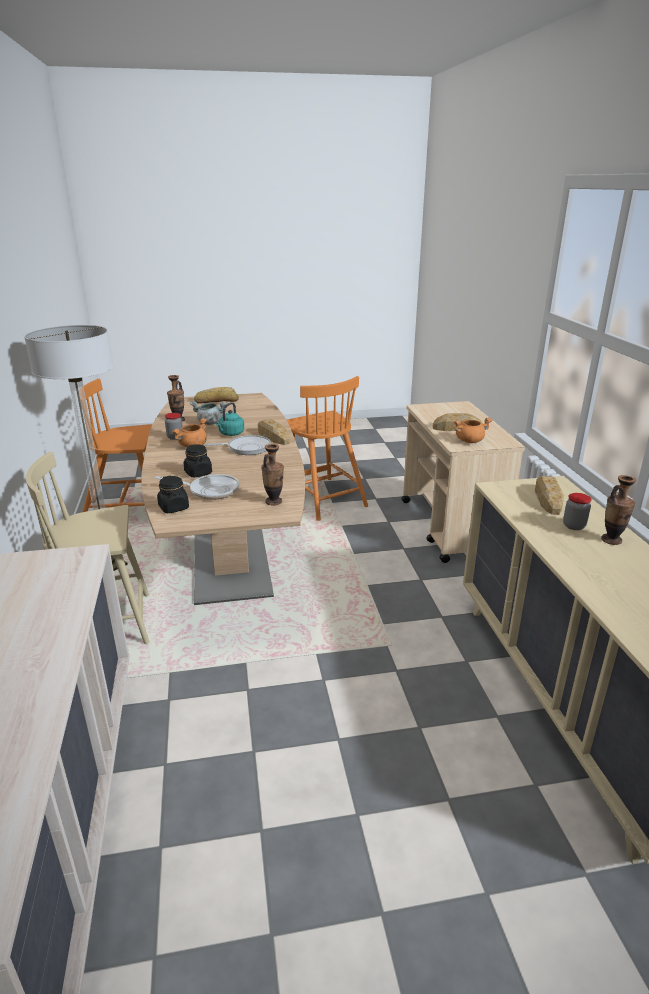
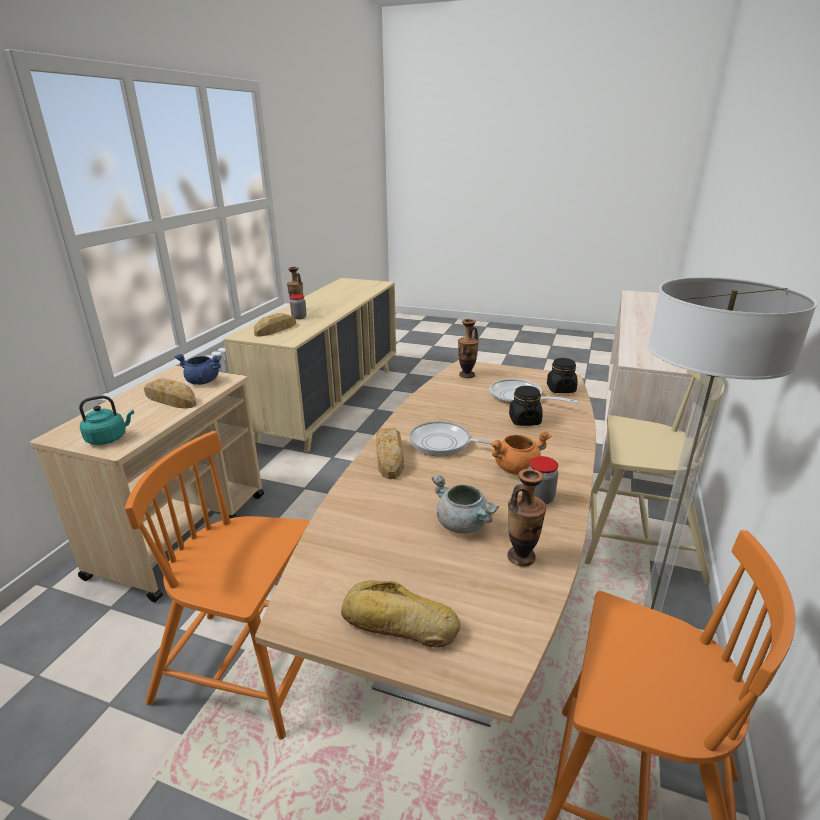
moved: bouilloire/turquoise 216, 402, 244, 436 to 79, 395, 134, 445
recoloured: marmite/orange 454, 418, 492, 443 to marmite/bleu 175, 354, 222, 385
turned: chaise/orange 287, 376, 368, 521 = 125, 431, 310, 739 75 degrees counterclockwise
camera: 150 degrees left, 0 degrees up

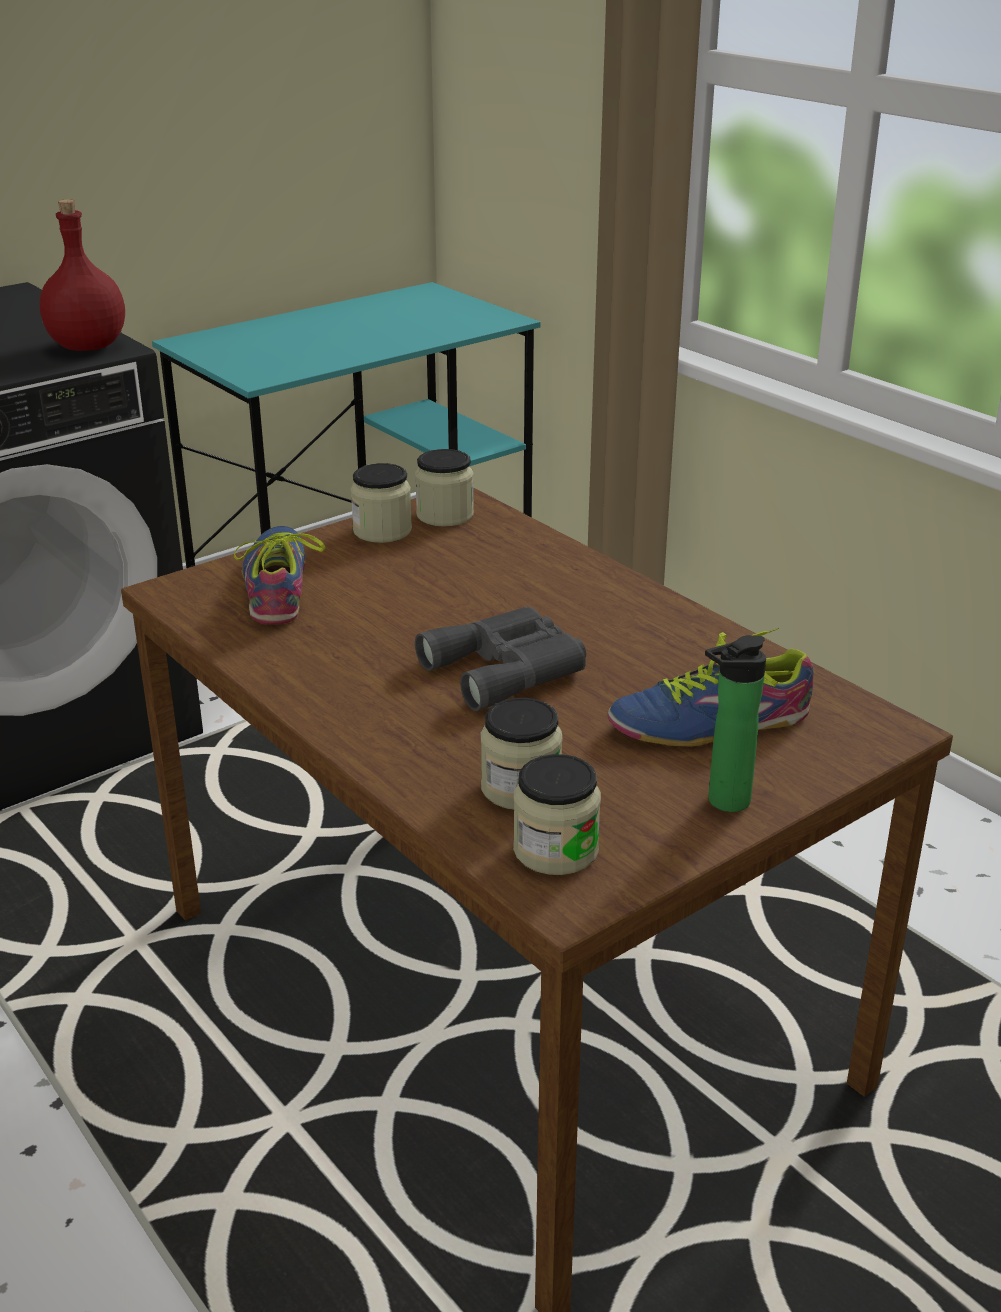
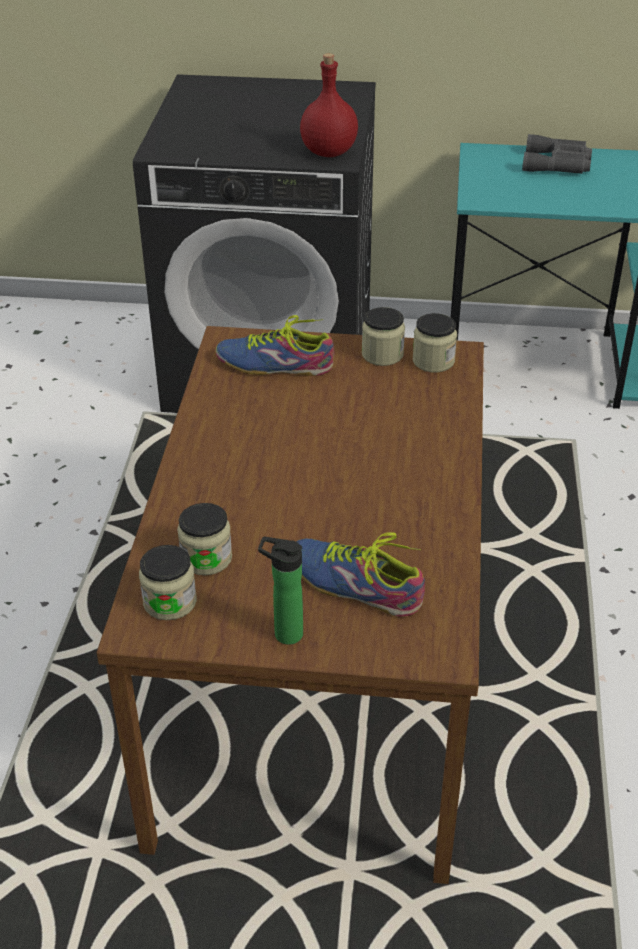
moved: jumelles/gris 415, 607, 586, 711 to 522, 134, 592, 174
turned: chaussure 234, 526, 326, 624 = 216, 315, 334, 376 120 degrees counterclockwise
camera: 45 degrees right, 10 degrees up

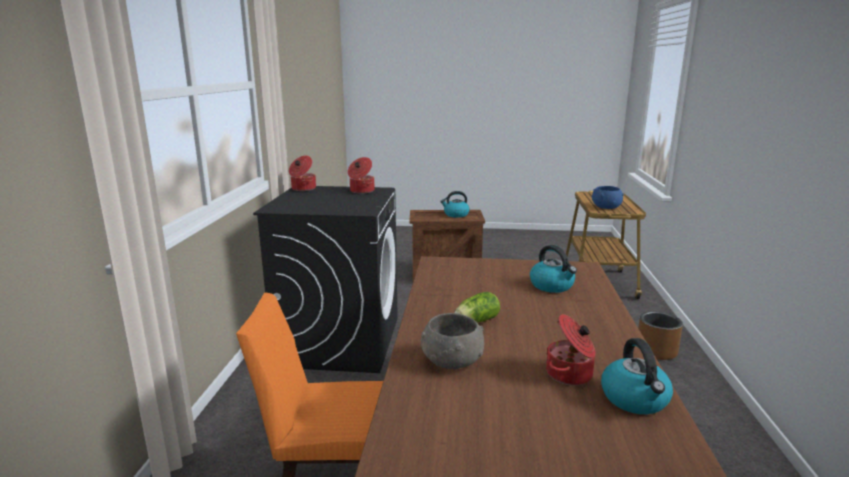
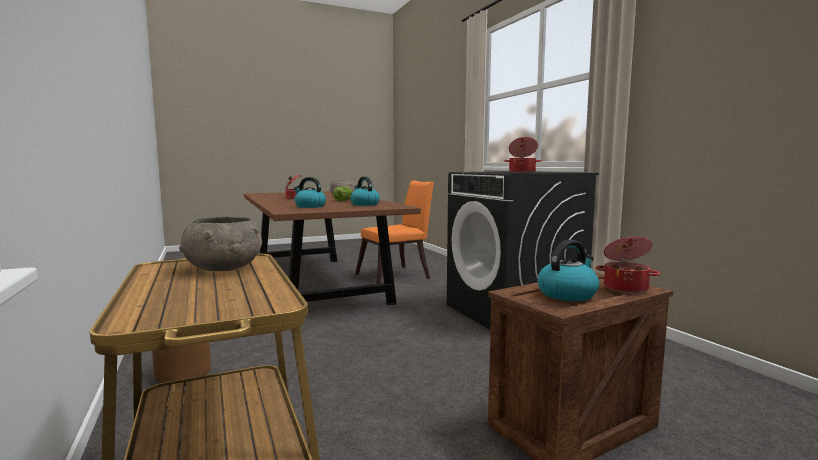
moved: marmite 289, 156, 316, 191 to 595, 236, 660, 294; bouilloire 601, 338, 673, 414 to 350, 176, 380, 206
recoloured: bol/bleu 592, 186, 624, 209 to bol/gris 179, 216, 262, 271
camera: 150 degrees right, 10 degrees down

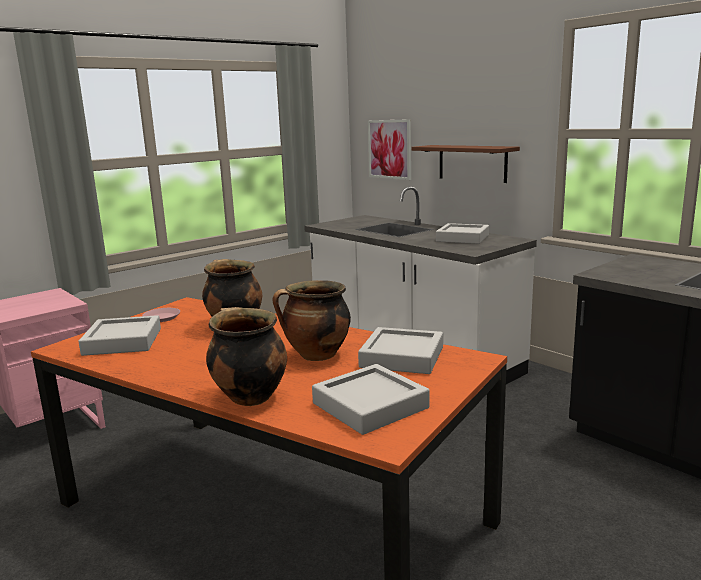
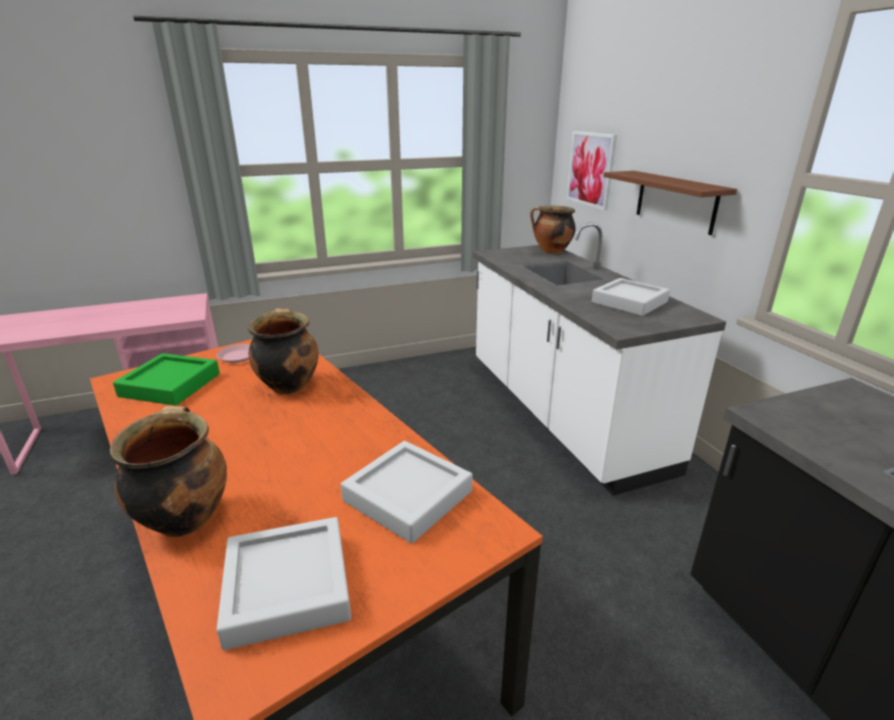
moved: marmite 273, 280, 351, 361 to 530, 206, 576, 254
recoloured: plateau/gris 78, 315, 161, 356 to plateau/vert 113, 353, 220, 406
camera: 20 degrees right, 10 degrees up

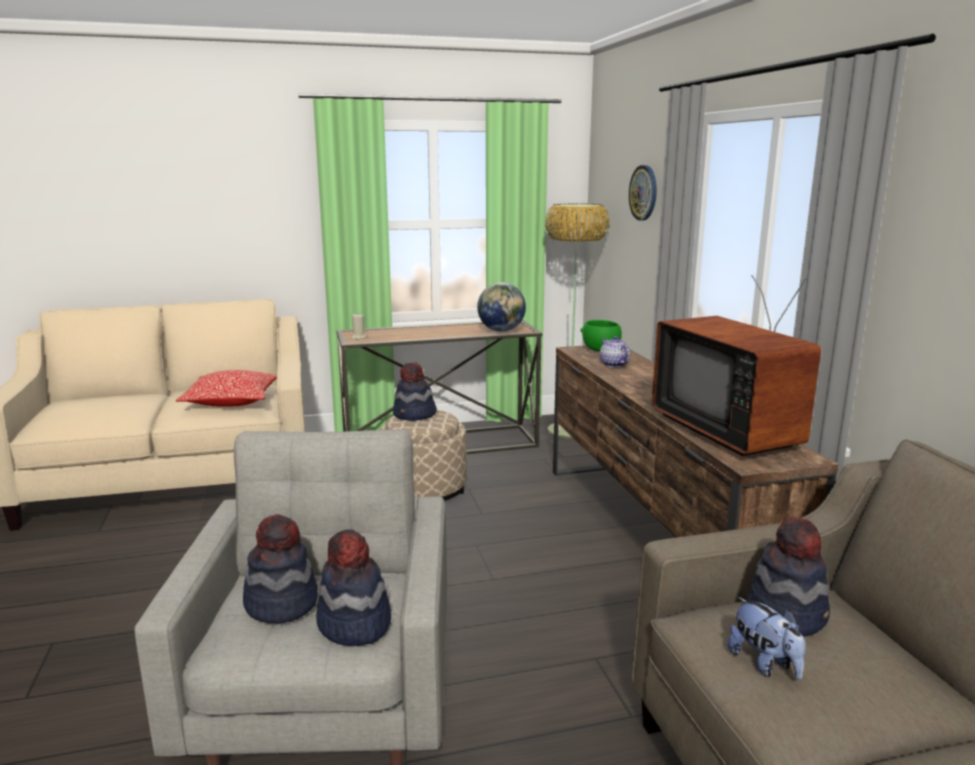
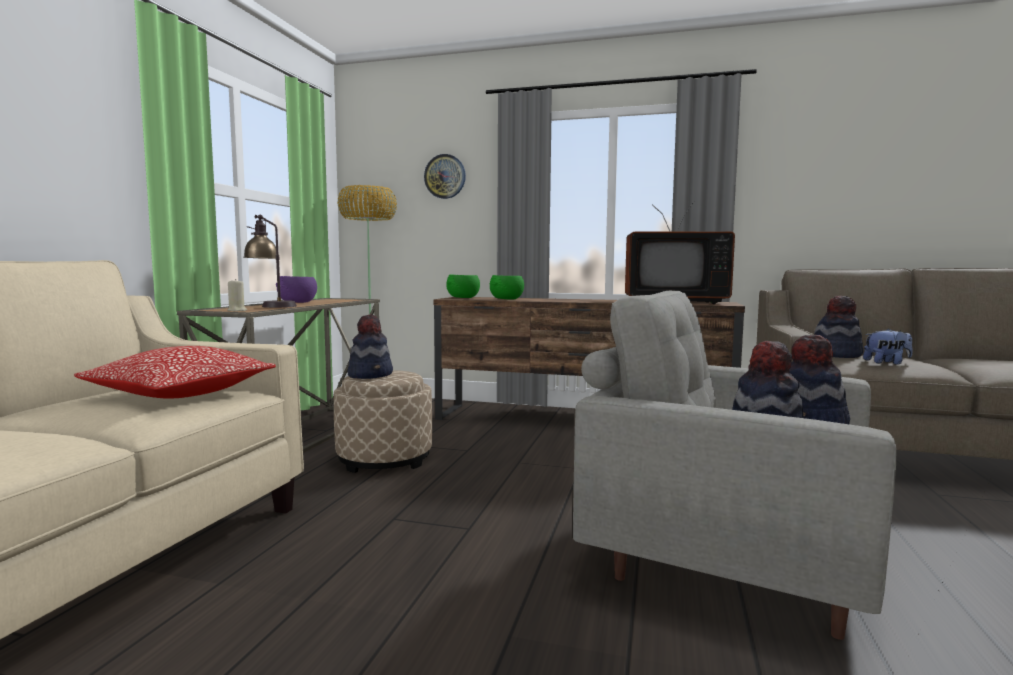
removed: globe 477, 282, 526, 332
added: lampe de table 244, 215, 297, 308; bol/violet 276, 276, 317, 303
replaced: théière 600, 336, 630, 367 to bol/vert 490, 275, 524, 299
camera: 60 degrees left, 10 degrees down

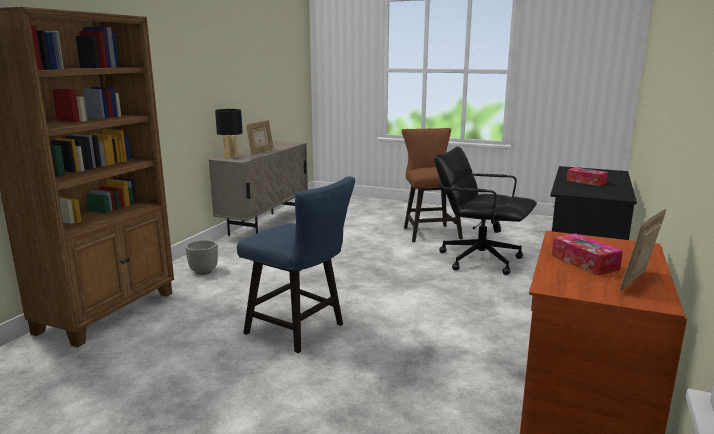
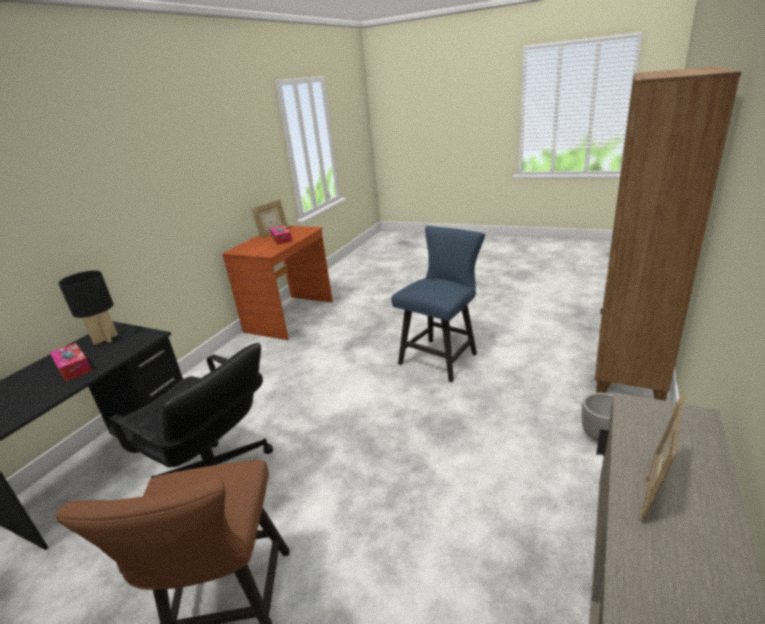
moved: lampe de table/noir 215, 109, 243, 158 to 58, 271, 118, 345
turned: chaise/bleu 237, 176, 355, 353 = 391, 226, 485, 382 90 degrees clockwise
camera: 175 degrees left, 10 degrees up

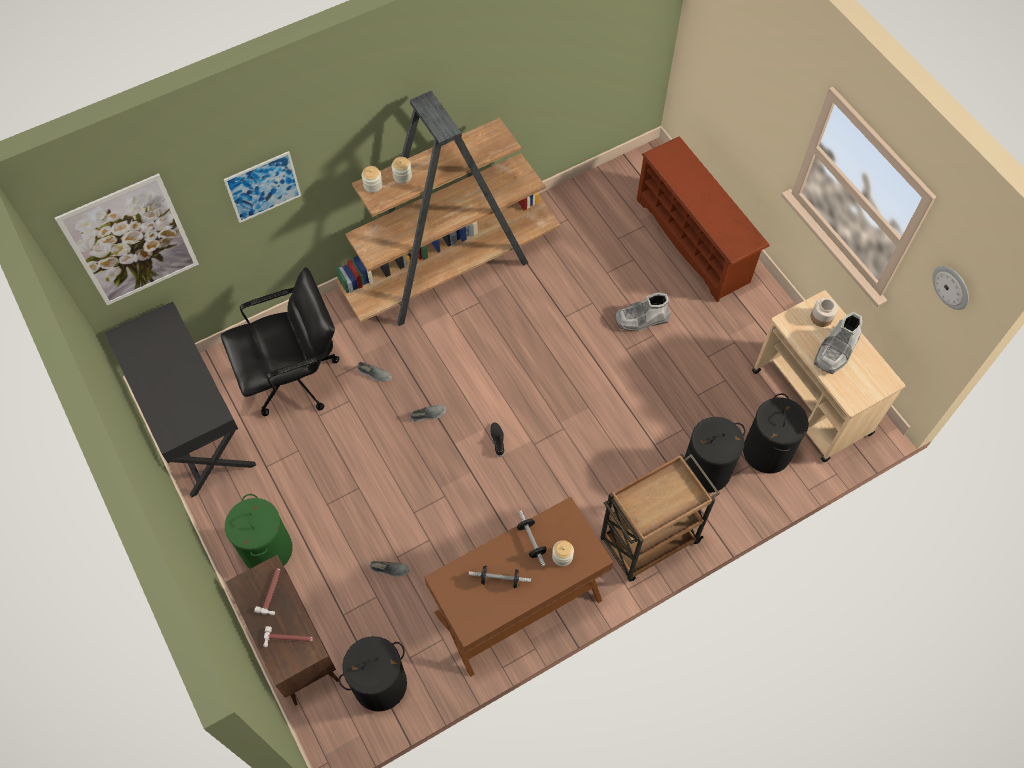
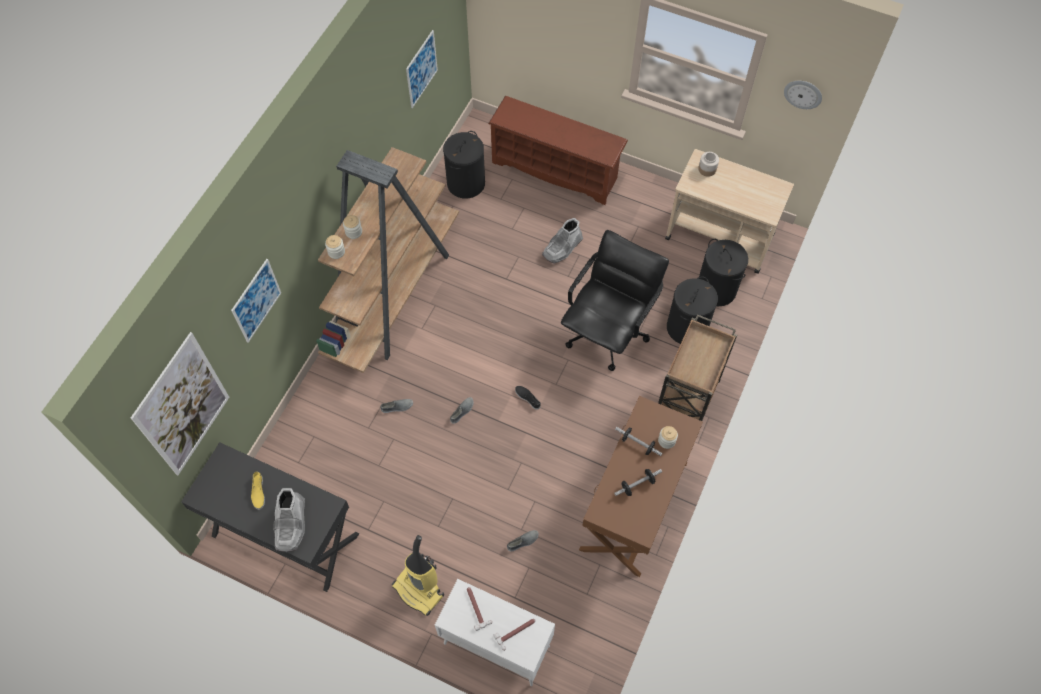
added: tableau 406, 30, 438, 108; chaussure/jaune 251, 471, 265, 510
moved: chaise de bureau/noir 221, 267, 339, 416 to 561, 230, 669, 371; botte/gris 814, 312, 862, 374 to 273, 488, 305, 552; panier à linge/noir 339, 636, 407, 712 to 443, 131, 485, 198
replaced: panier à linge/vert 225, 494, 293, 569 to aspirateur 392, 535, 444, 616
recoloured: meuble de rangement/marron 226, 555, 339, 705 to meuble de rangement/blanc 435, 579, 555, 686
camera: 35 degrees left, 0 degrees up

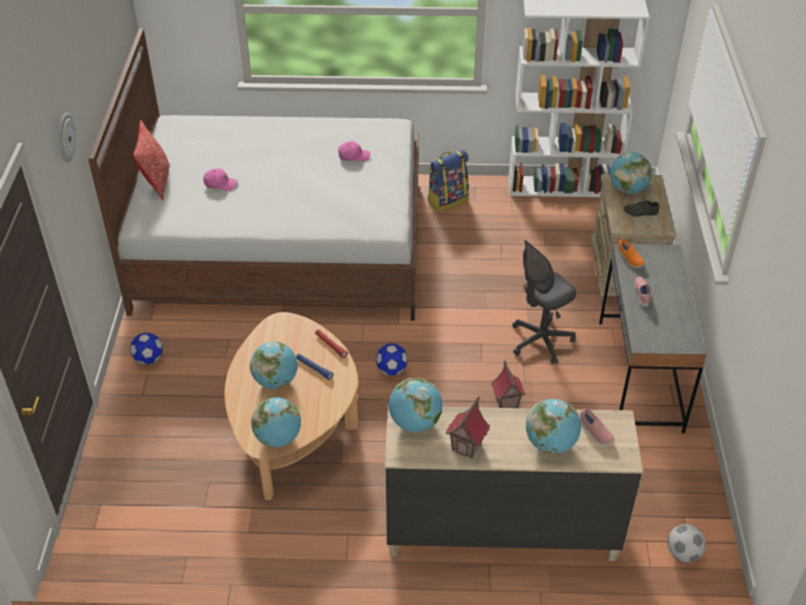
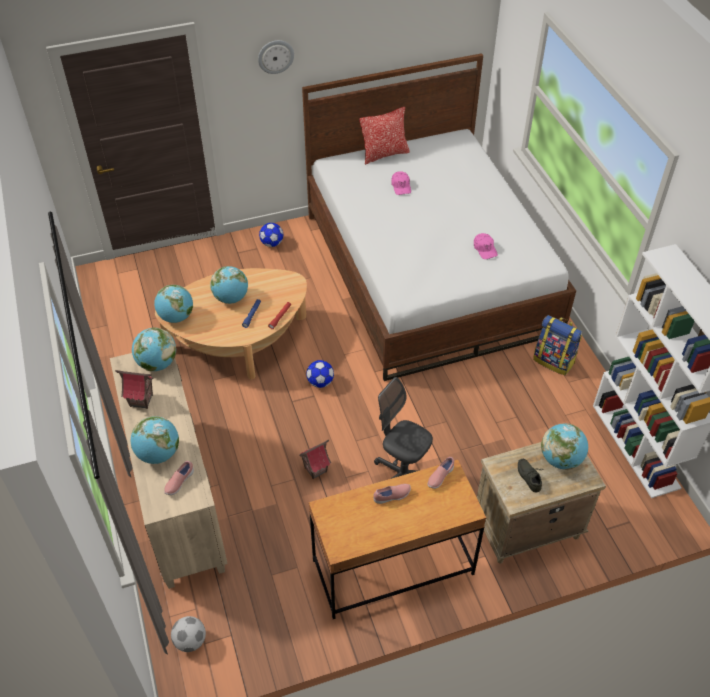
recoloured: chaussure/orange 617, 238, 645, 268 to chaussure/rose 428, 457, 454, 489; bureau/gris 599, 244, 707, 433 to bureau/marron 309, 460, 486, 619
camera: 70 degrees right, 5 degrees up

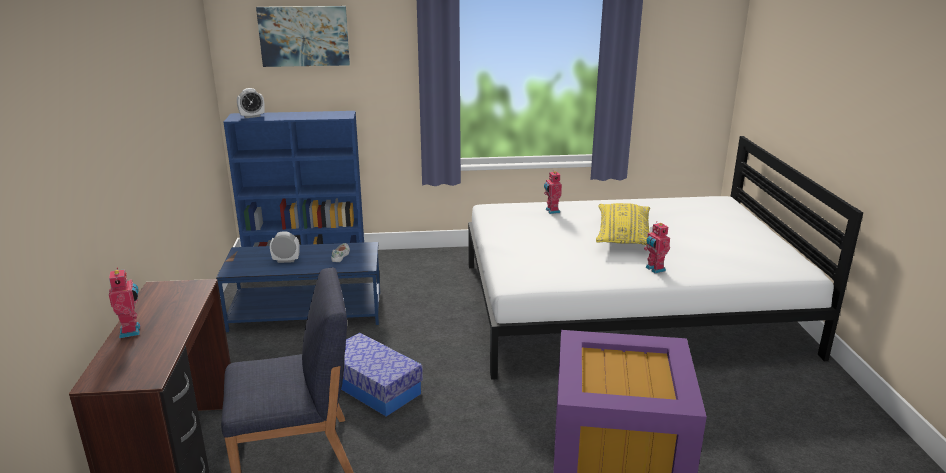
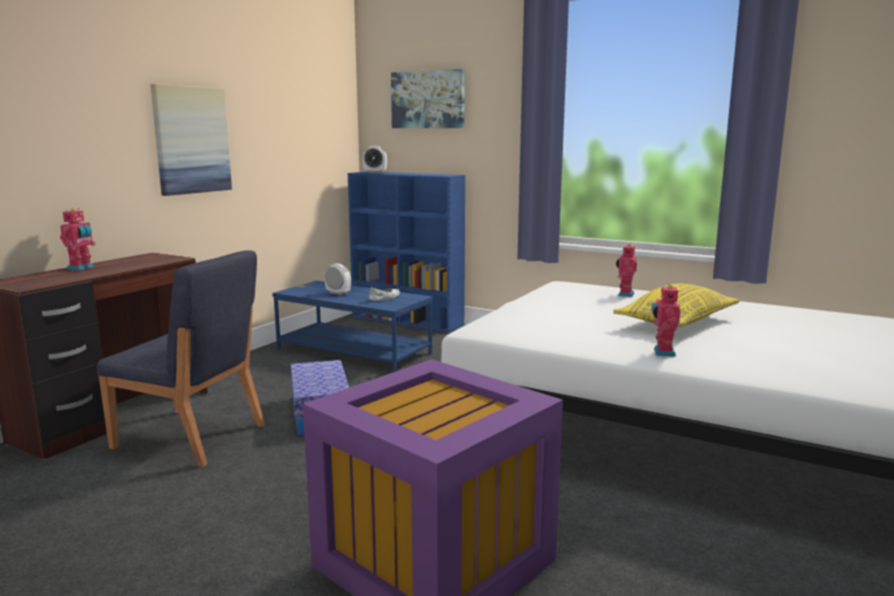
added: tableau 150, 84, 232, 196
camera: 35 degrees right, 10 degrees down

